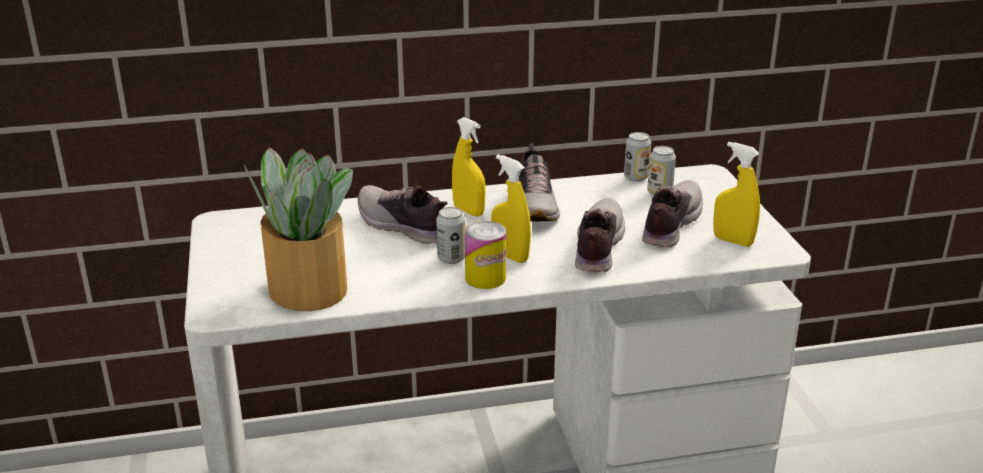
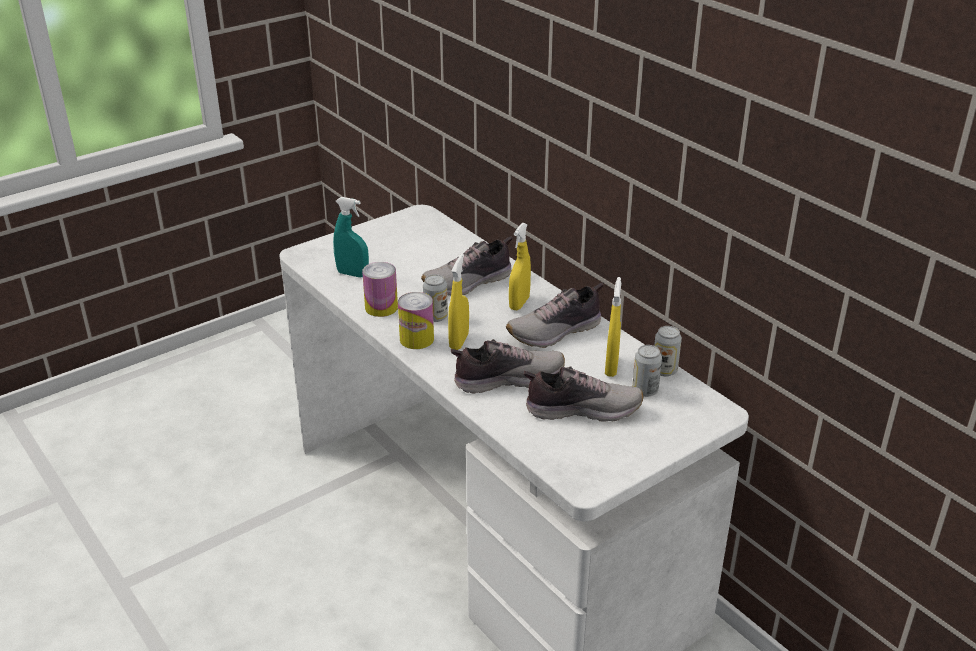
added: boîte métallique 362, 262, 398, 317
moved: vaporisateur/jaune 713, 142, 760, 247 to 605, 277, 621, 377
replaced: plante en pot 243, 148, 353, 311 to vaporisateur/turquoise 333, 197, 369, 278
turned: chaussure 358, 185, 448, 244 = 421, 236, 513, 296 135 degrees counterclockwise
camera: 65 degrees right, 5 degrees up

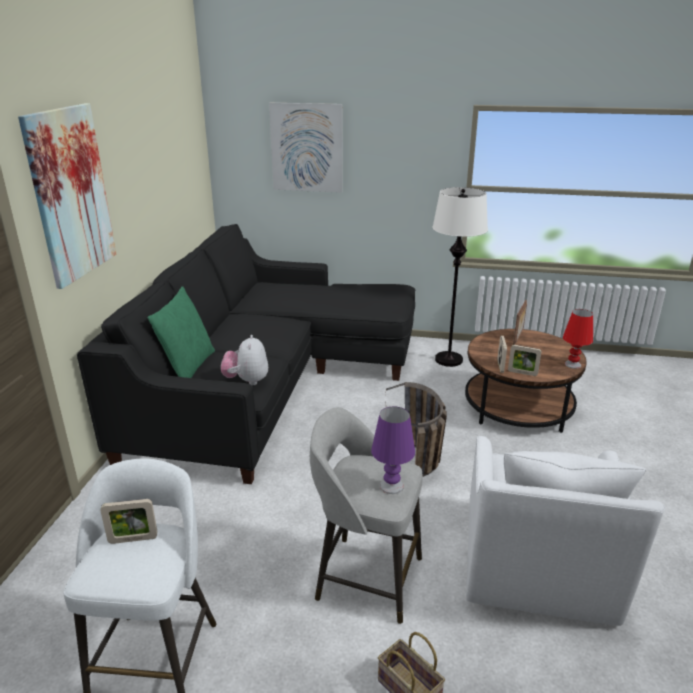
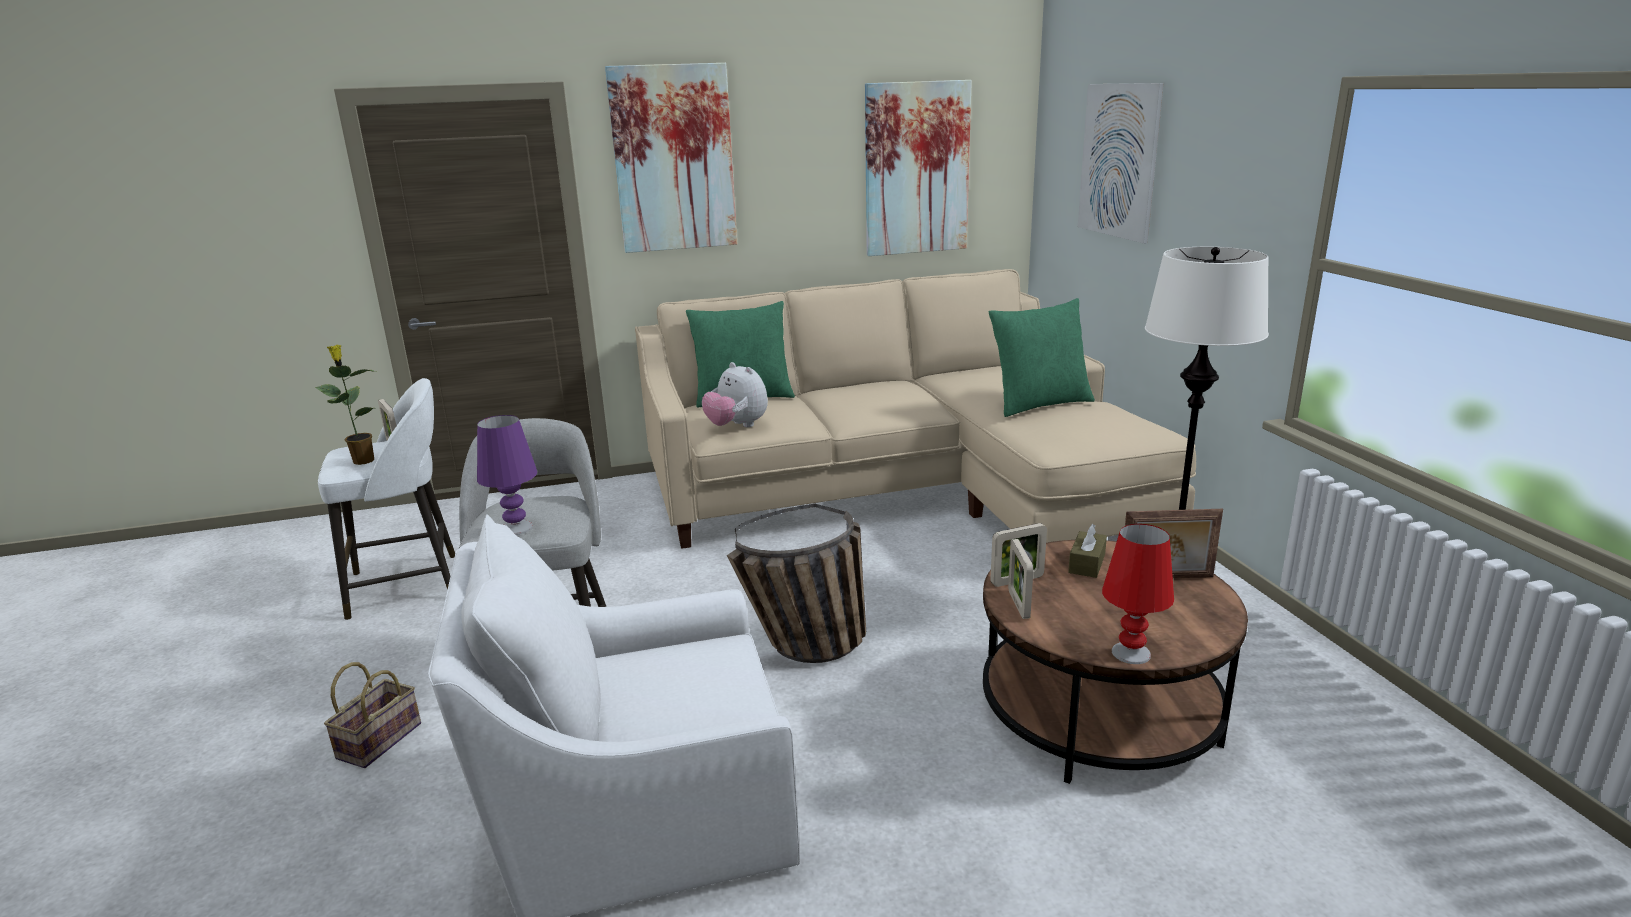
added: tableau 865, 80, 972, 256; coussin/vert 989, 298, 1095, 417; plante en pot 315, 345, 376, 465; boîte à mouchoirs/marron 1068, 524, 1107, 578
recoloured: canapé/noir 77, 224, 415, 484 to canapé/beige 635, 269, 1196, 549
turned: peluche 221, 335, 268, 385 = 702, 362, 768, 427 105 degrees counterclockwise
camera: 65 degrees right, 5 degrees down

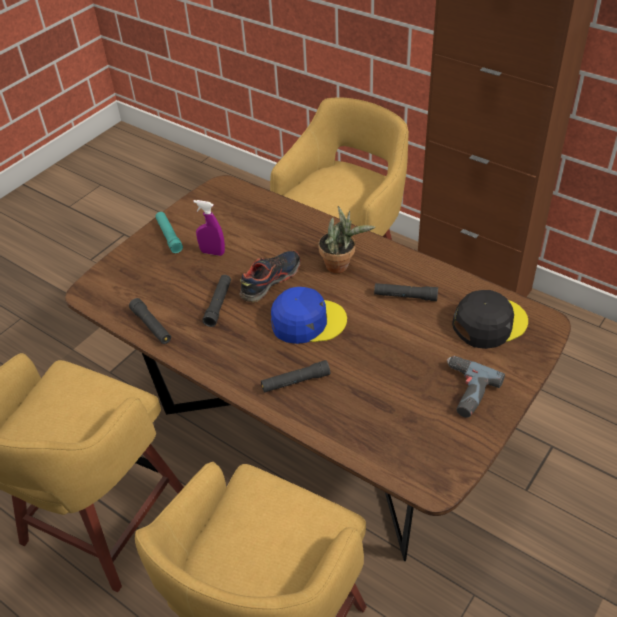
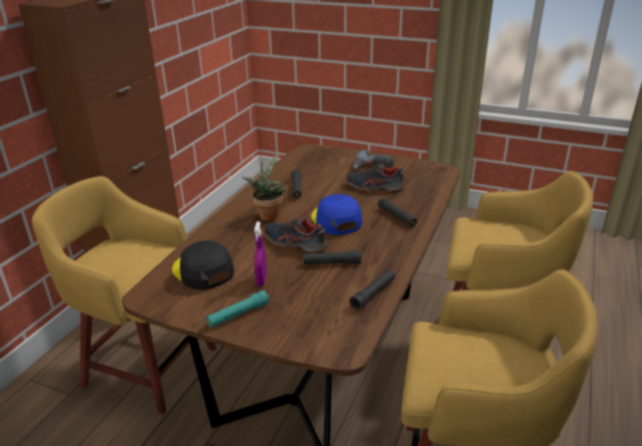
added: chaussure 345, 164, 405, 191
moved: casquette/noir 452, 290, 528, 349 to 172, 240, 234, 290
camera: 105 degrees left, 15 degrees down

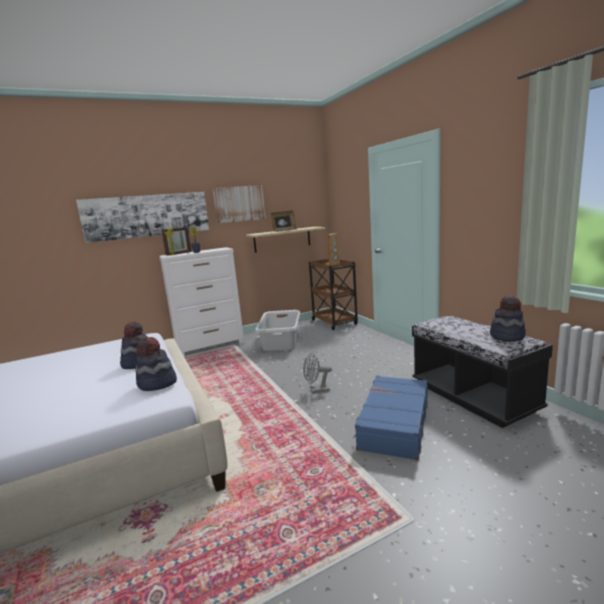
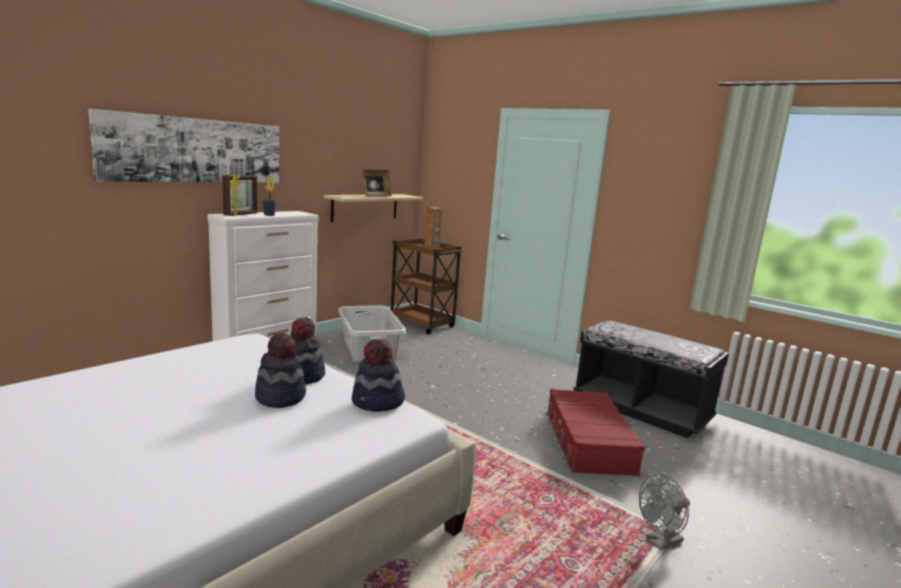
removed: tableau 213, 185, 266, 223
moved: chapeau 490, 295, 526, 342 to 255, 333, 306, 408; ventilateur/gris 303, 353, 332, 393 to 639, 474, 690, 550
recoloured: valise/bleu 353, 376, 428, 460 to valise/rouge 545, 389, 645, 476
camera: 25 degrees left, 0 degrees up

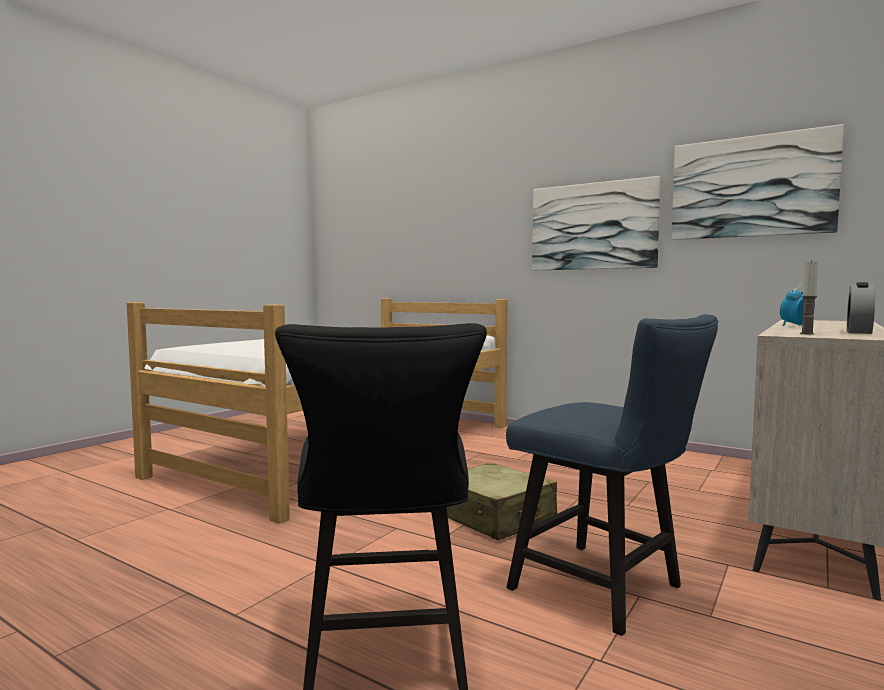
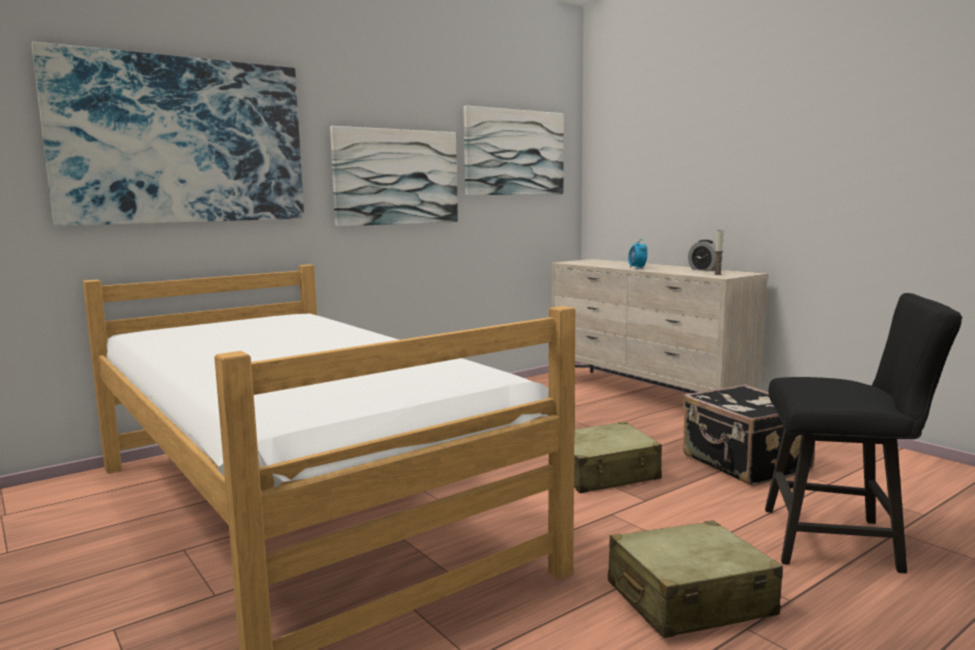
added: tableau 32, 42, 304, 226; valise/beige 608, 521, 783, 638
replaced: chaise/bleu 506, 314, 719, 636 to valise/noir 683, 384, 815, 486
camera: 70 degrees left, 5 degrees up

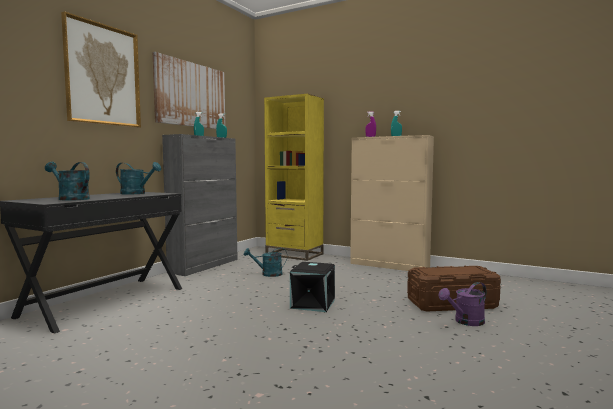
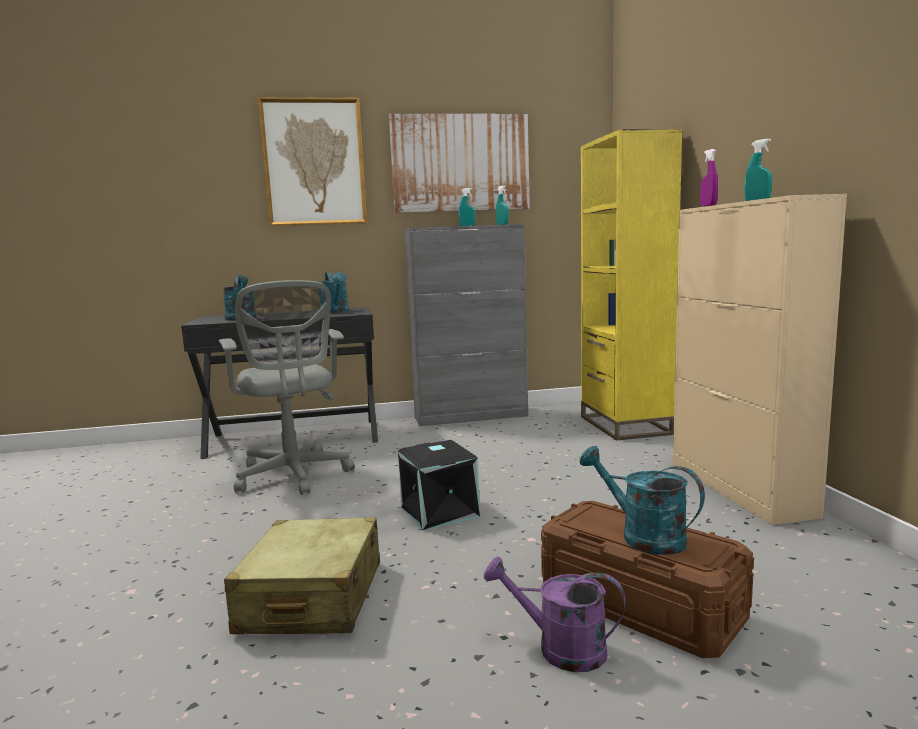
added: chaise de bureau/gris 219, 280, 355, 495; valise/beige 224, 517, 380, 634
moved: arrosoir/turquoise 244, 248, 287, 277 to 580, 446, 705, 555
camera: 50 degrees right, 5 degrees up

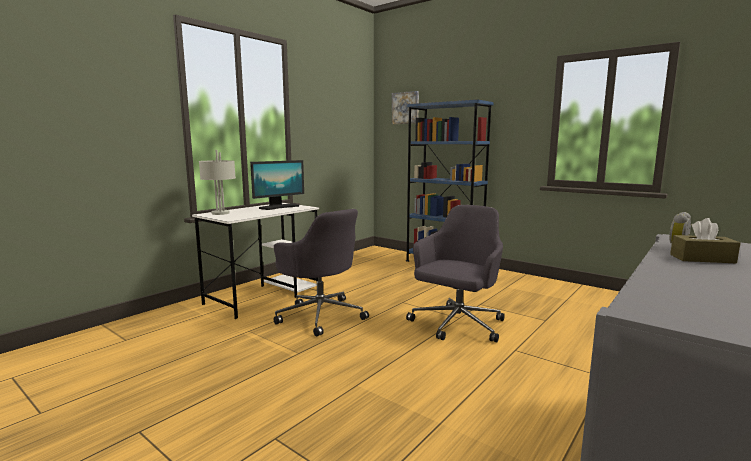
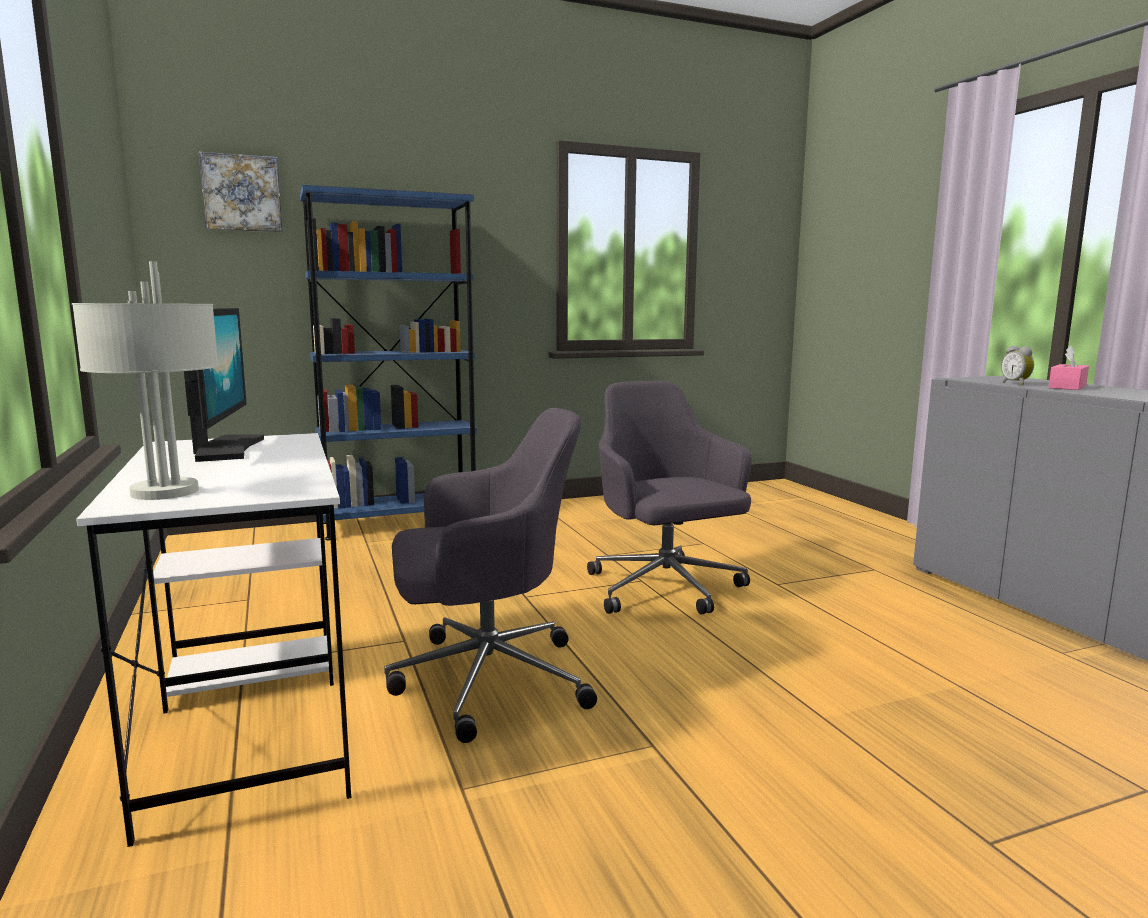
recoloured: boîte à mouchoirs/marron 670, 218, 740, 263 to boîte à mouchoirs/rose 1048, 346, 1089, 390
camera: 60 degrees left, 0 degrees up

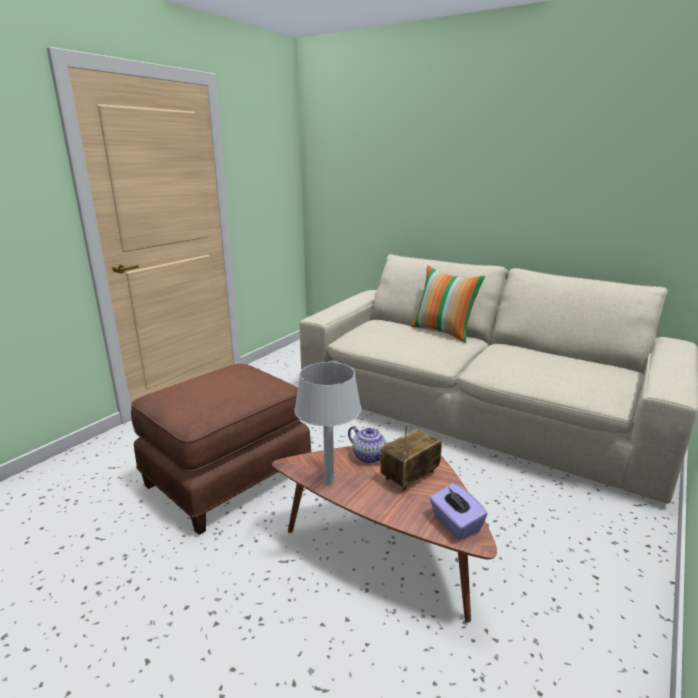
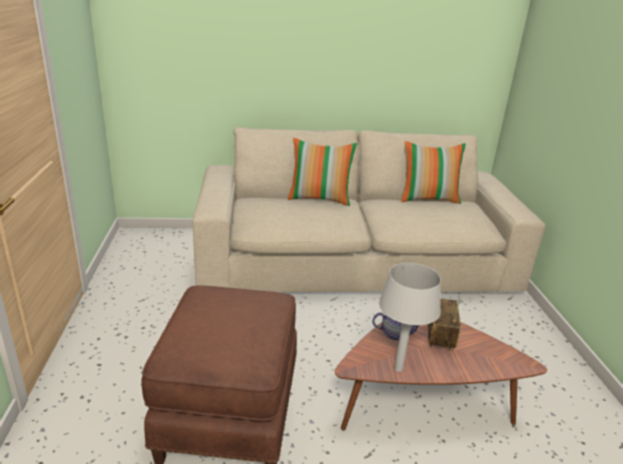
removed: boîte à mouchoirs/violet 430, 483, 487, 540
added: coussin 401, 141, 466, 204
camera: 40 degrees left, 5 degrees up

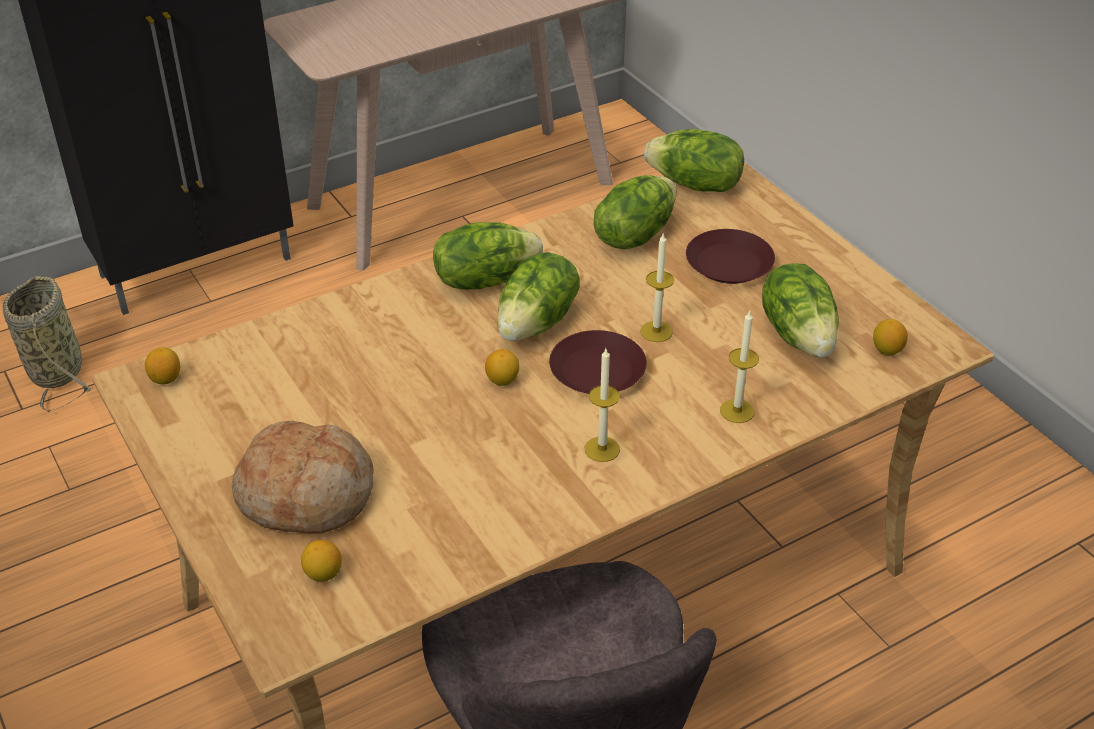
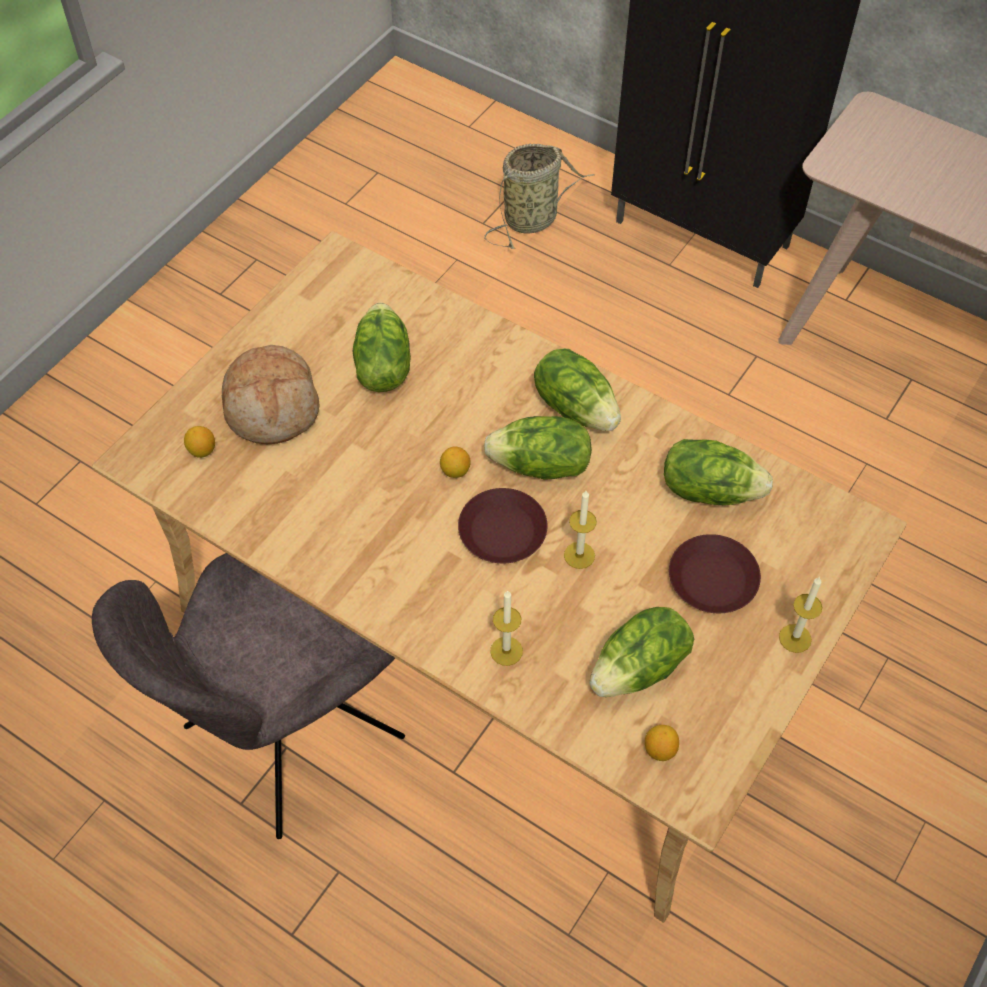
removed: citron 145, 347, 180, 385
moved: laitue 644, 129, 744, 192 to 352, 303, 411, 392; bougie 585, 349, 620, 462 to 779, 577, 823, 653
camera: 65 degrees right, 15 degrees up

